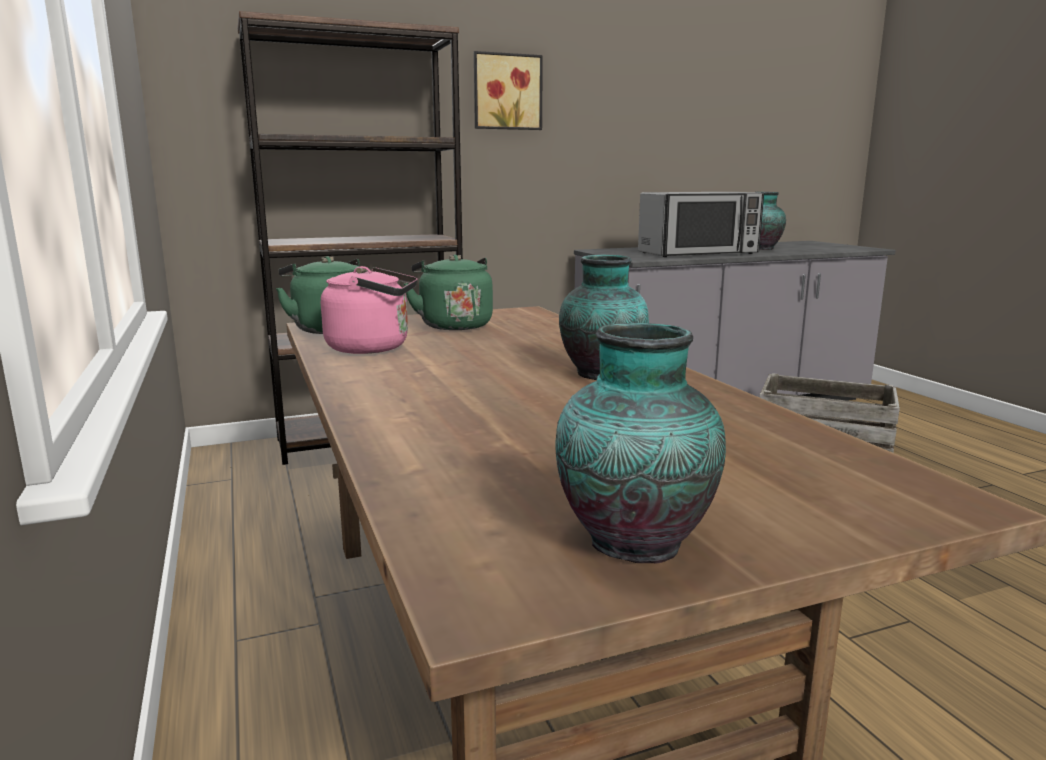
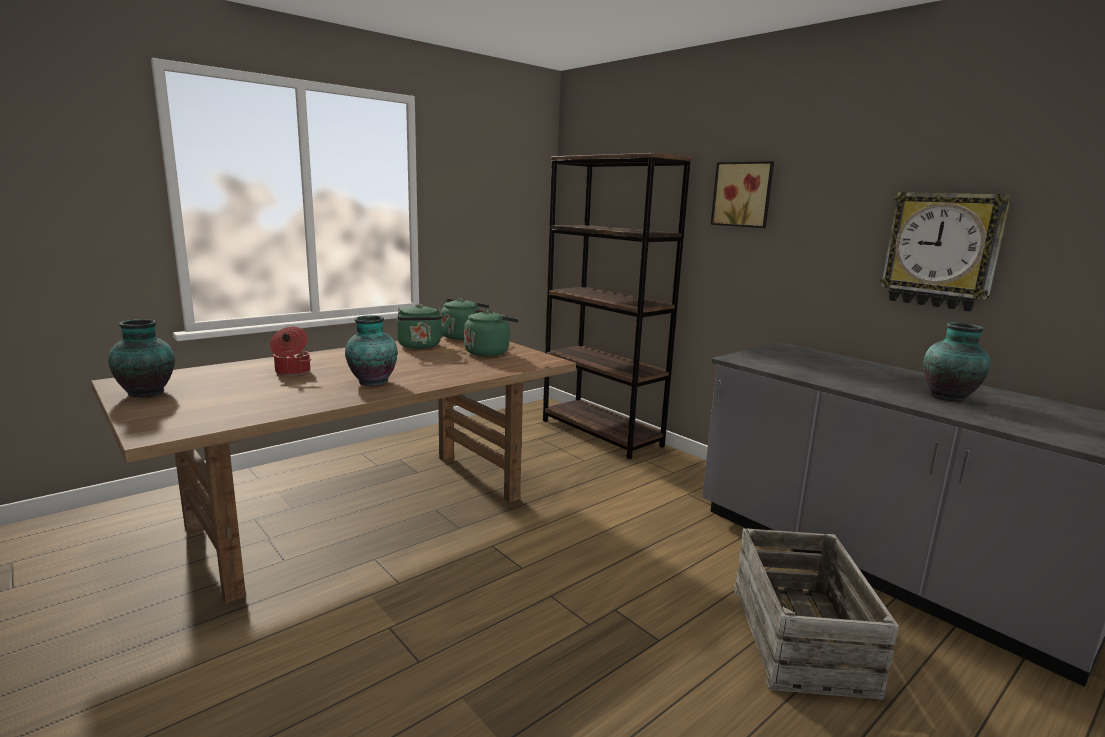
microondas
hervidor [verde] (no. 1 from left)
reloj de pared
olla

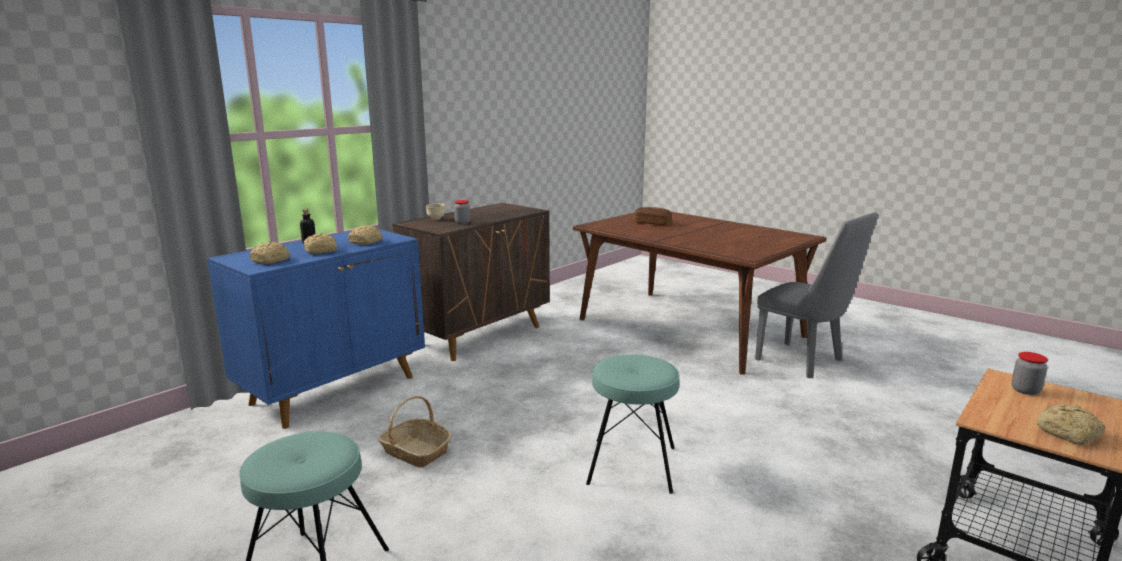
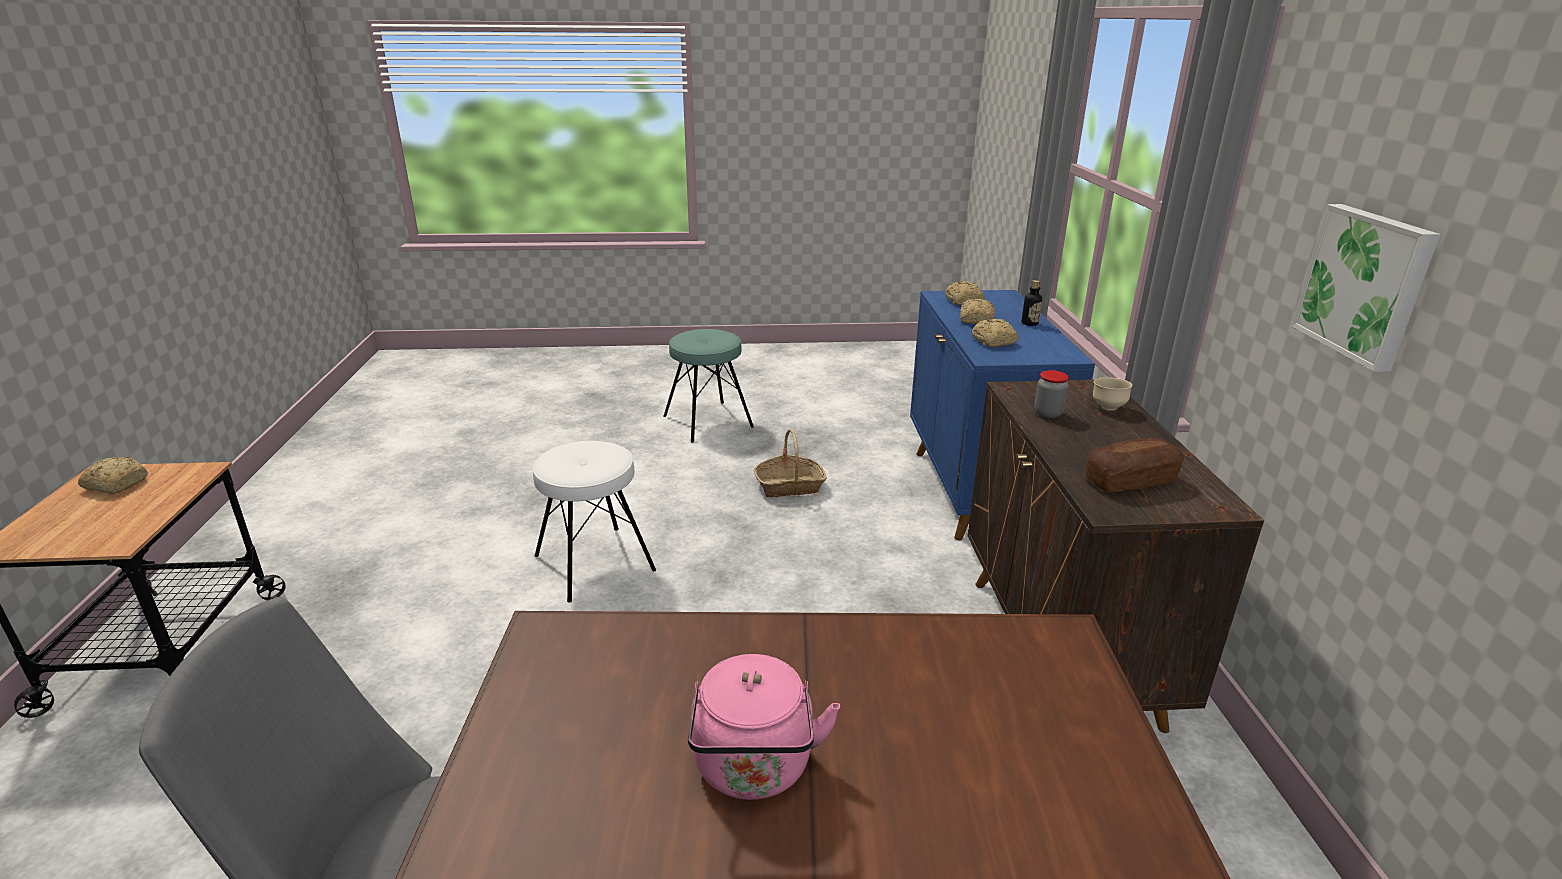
pan (no. 5 from left)
tarro (no. 2 from left in the first image)
taburete [blanco]
cuadro
hervidor [rosa]

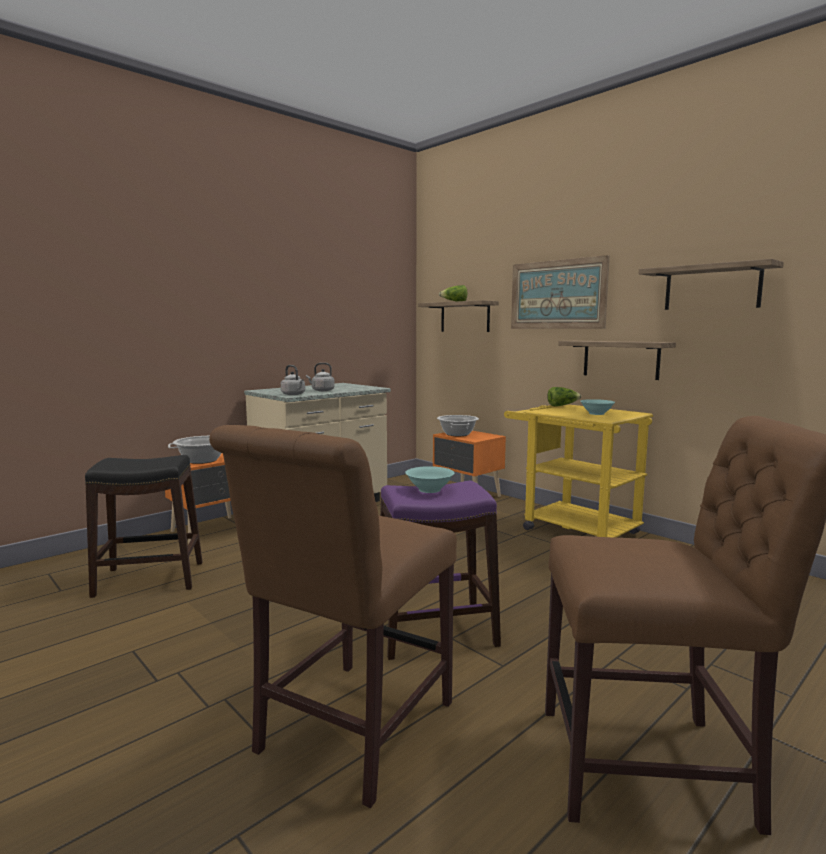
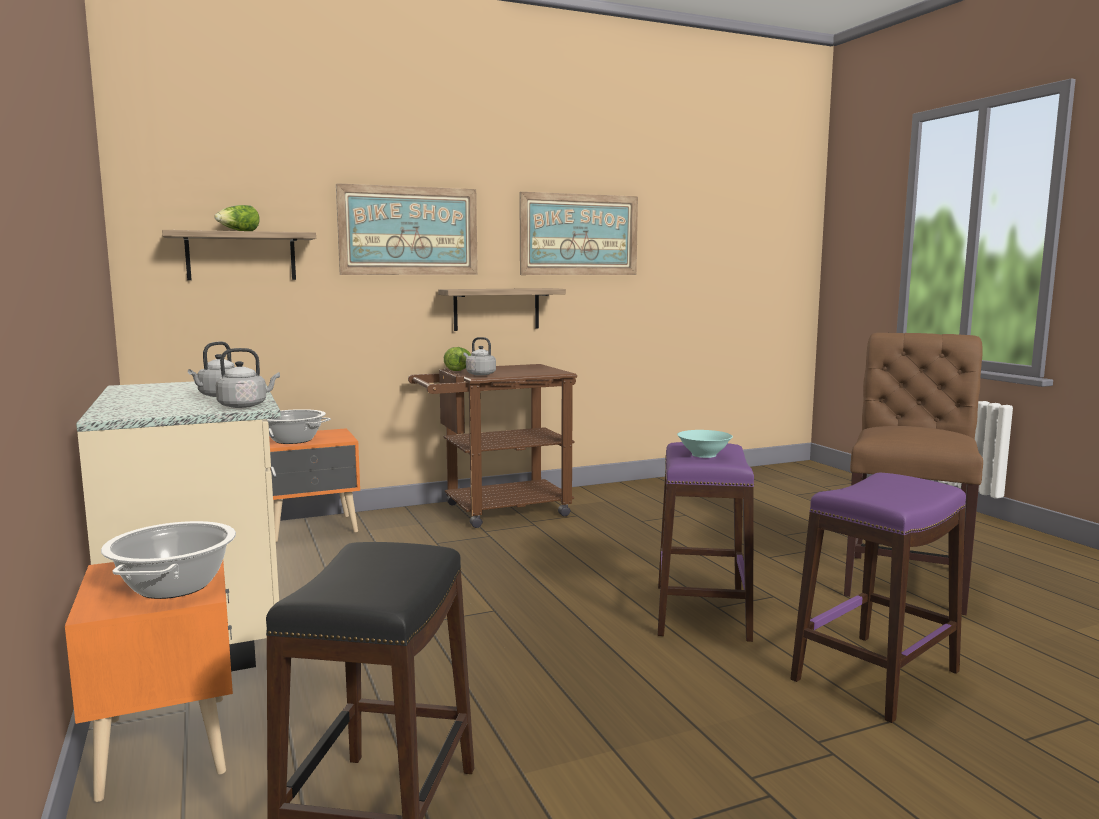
cuadro (no. 2 from left)
cuenco [turquesa] (no. 2 from left in the first image)
carrito [marrón]
taburete [morado] (no. 2 from left)
hervidor [gris] (no. 3 from left)

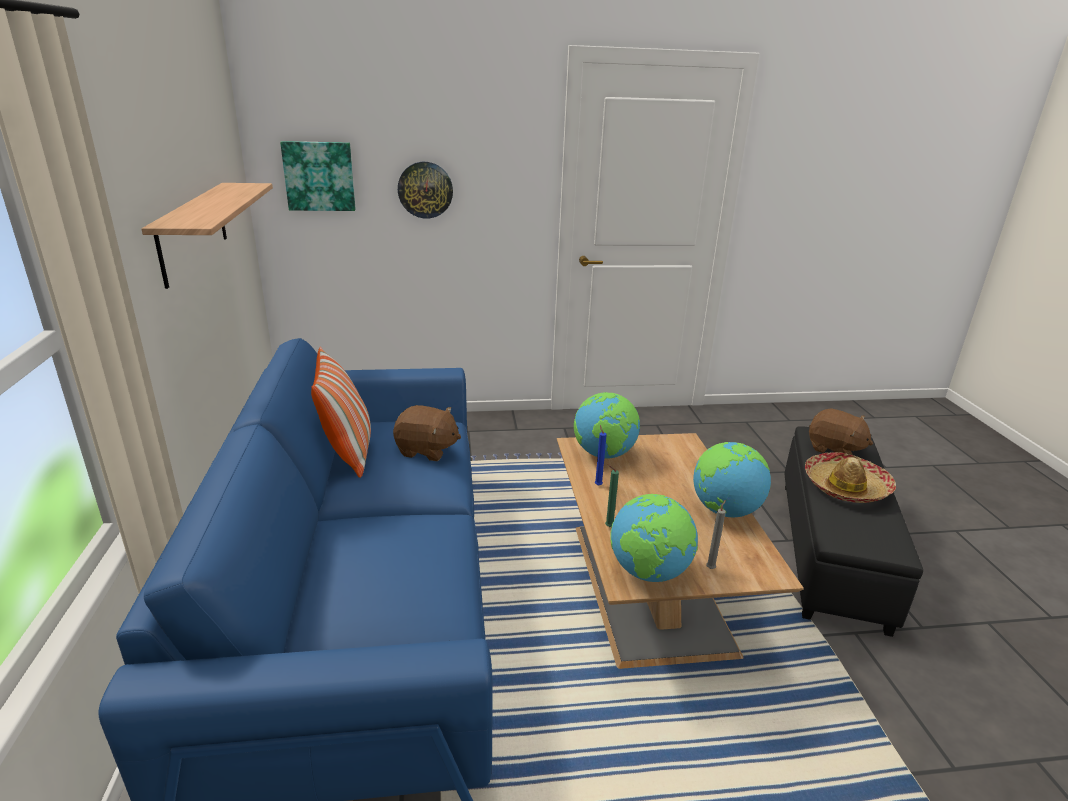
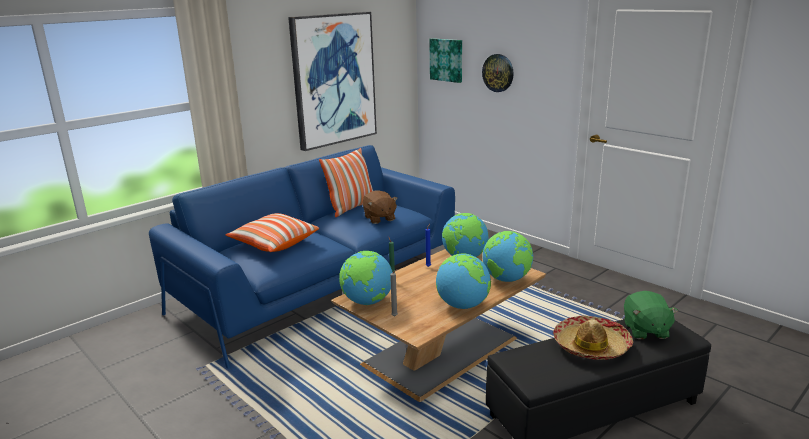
cuadro (no. 1 from left)
peluche [verde]
cojín (no. 1 from left)
globo terráqueo (no. 4 from left)

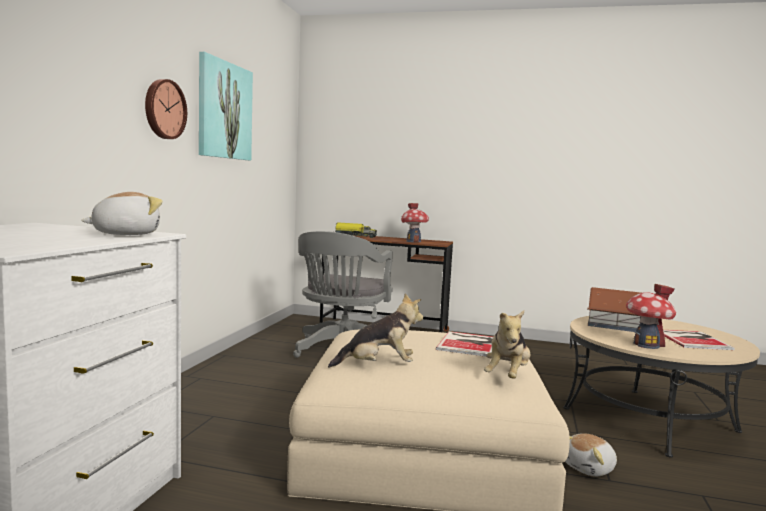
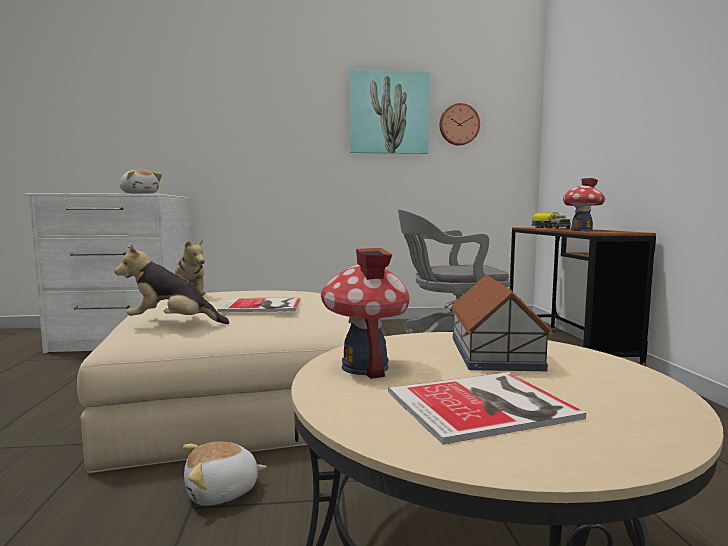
reloj de pared
peluche (no. 4 from left)

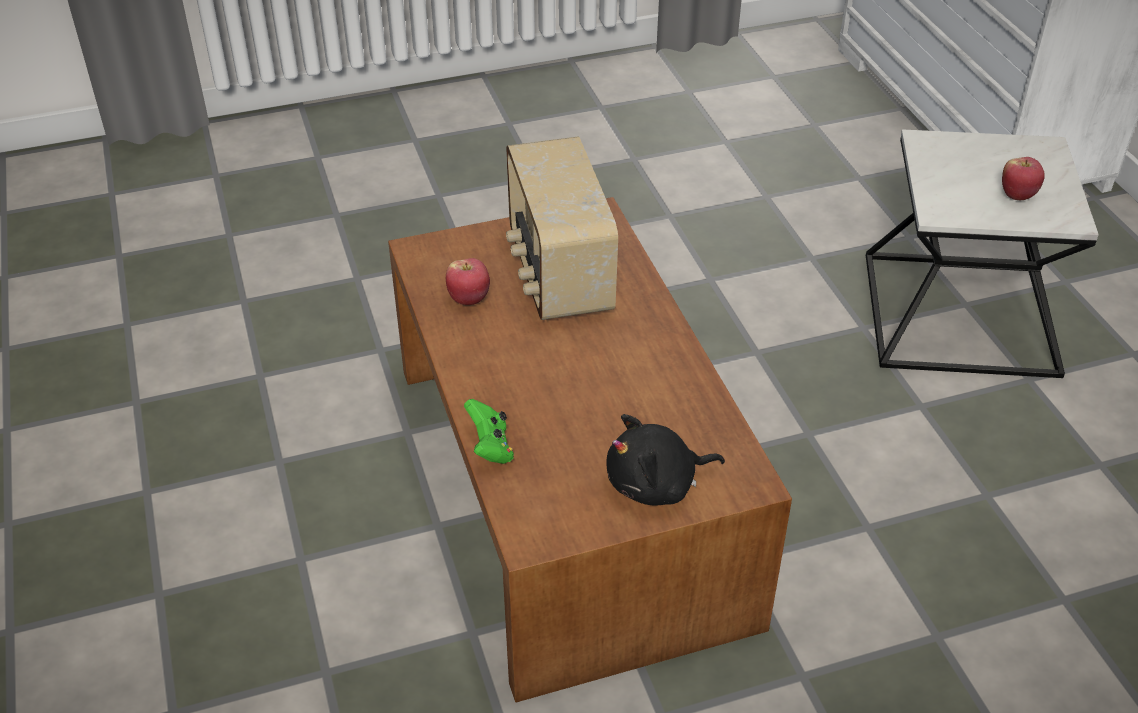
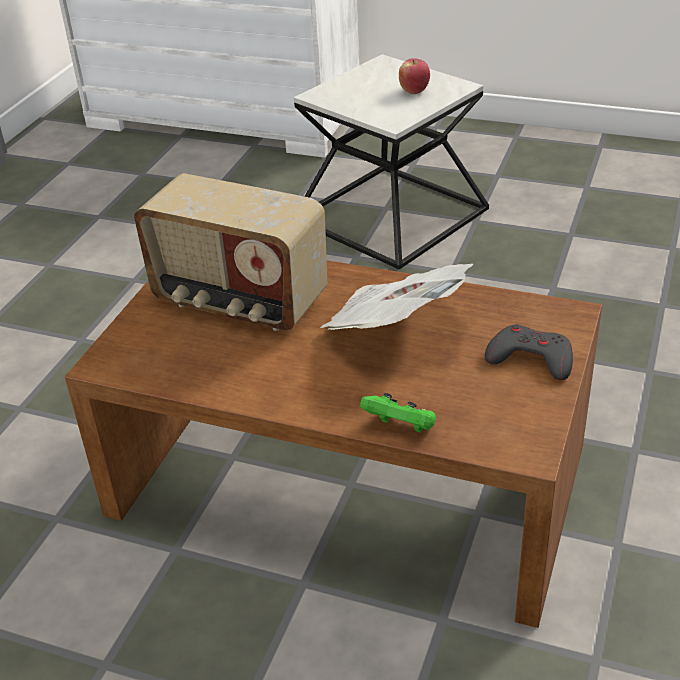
manzana (no. 1 from left in the first image)
mando de consola [gris]
periódico

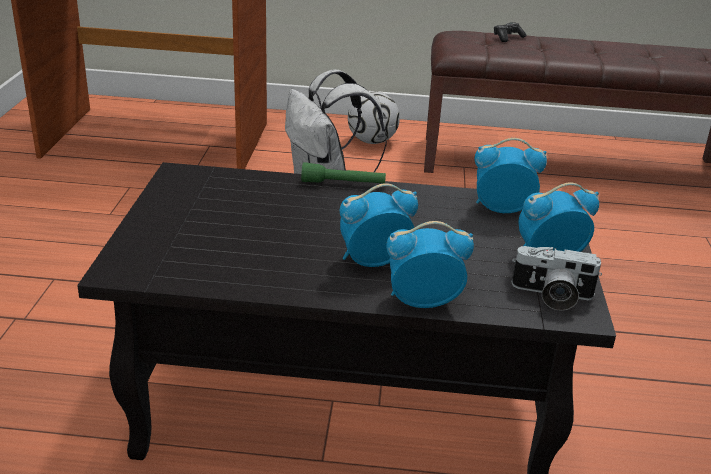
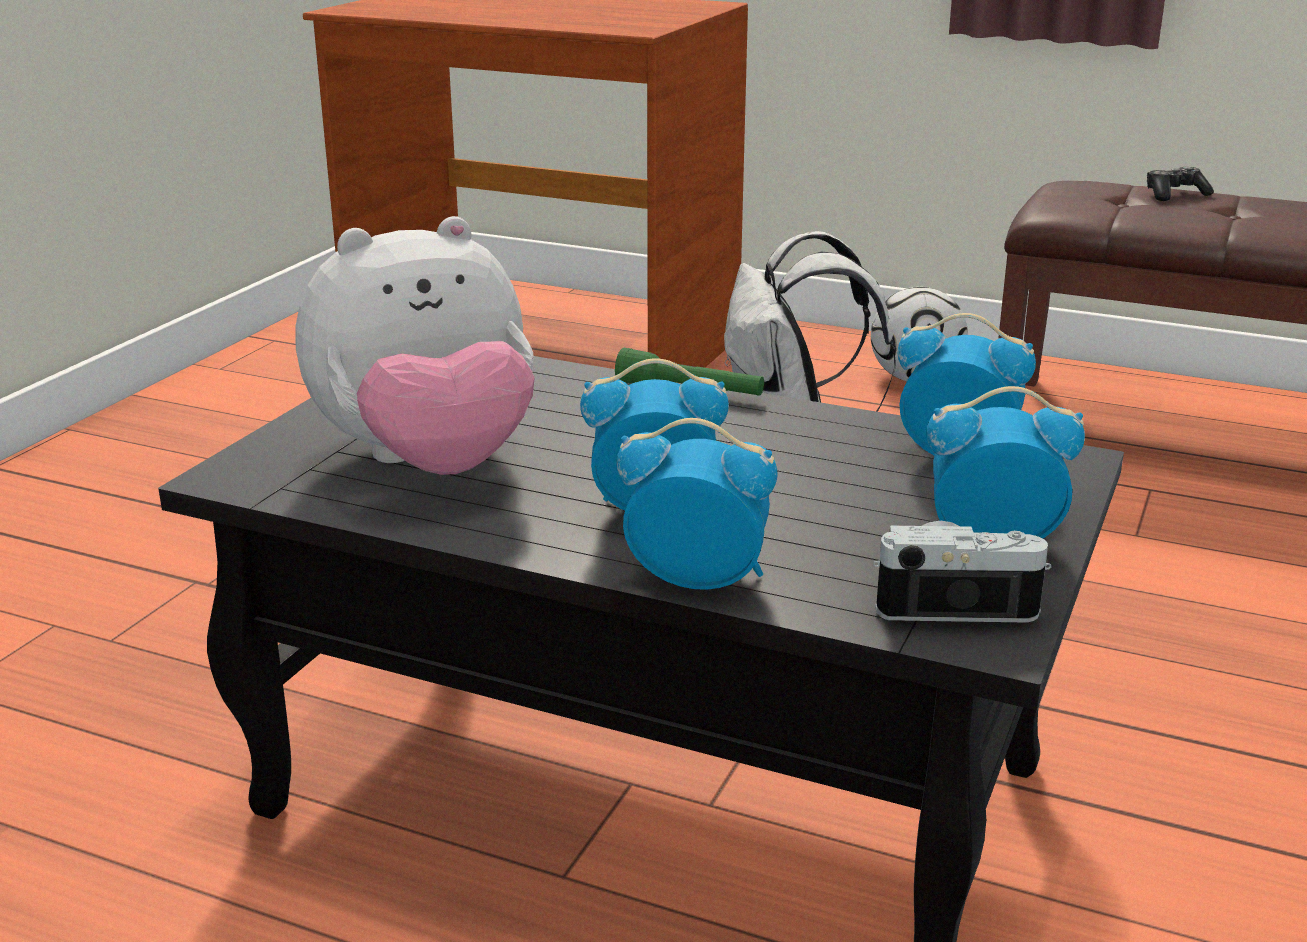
cámara
peluche

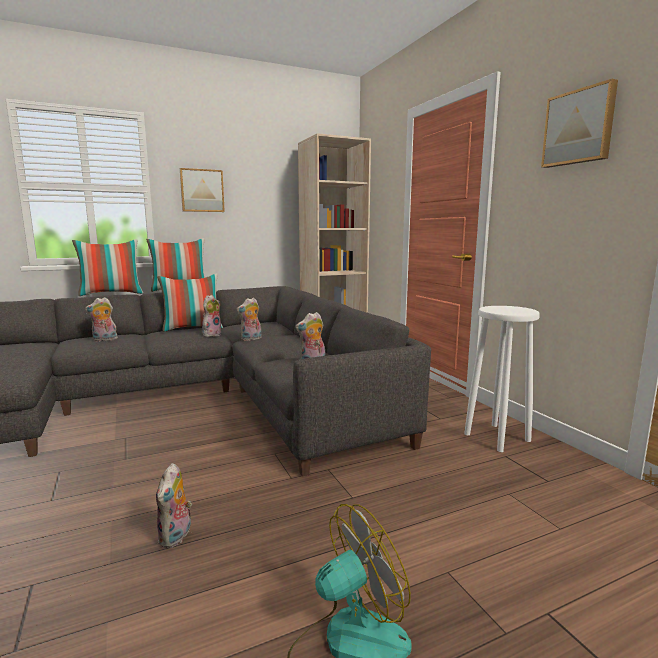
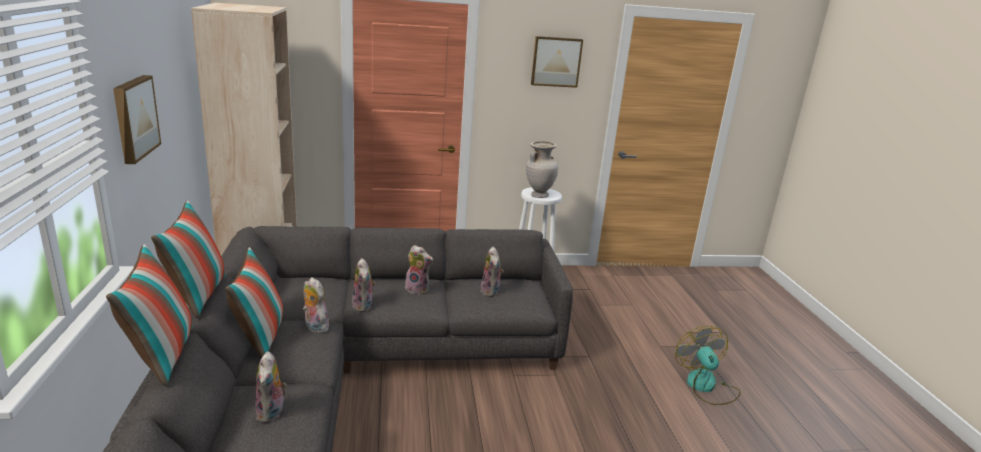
peluche (no. 4 from left)
florero [beis]

